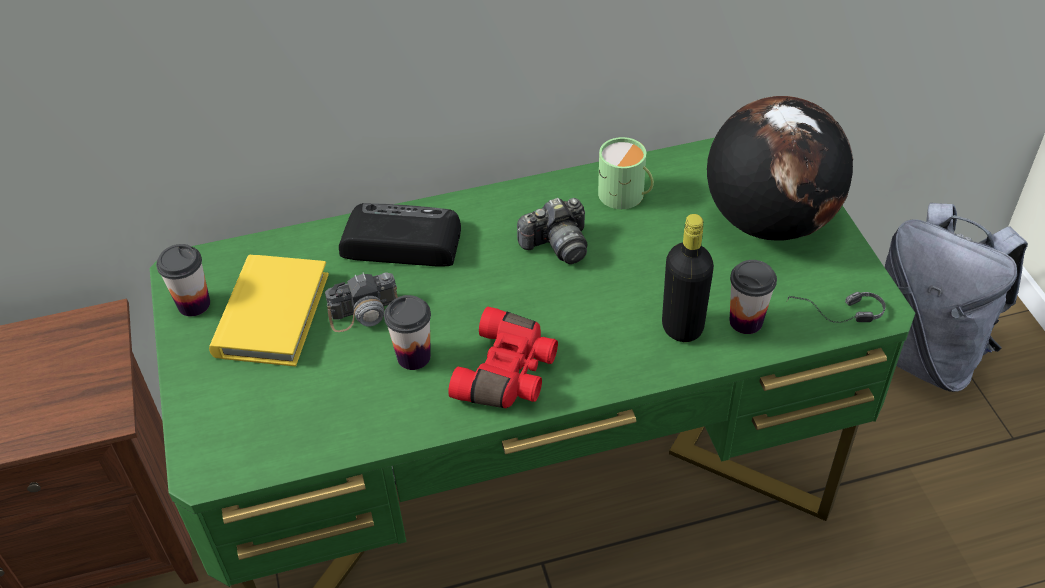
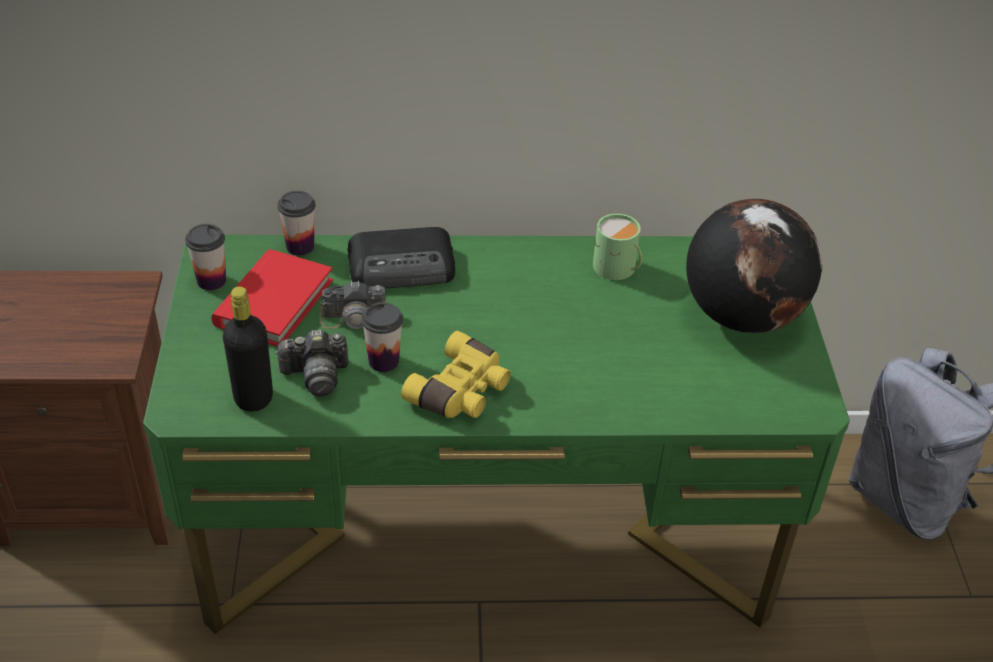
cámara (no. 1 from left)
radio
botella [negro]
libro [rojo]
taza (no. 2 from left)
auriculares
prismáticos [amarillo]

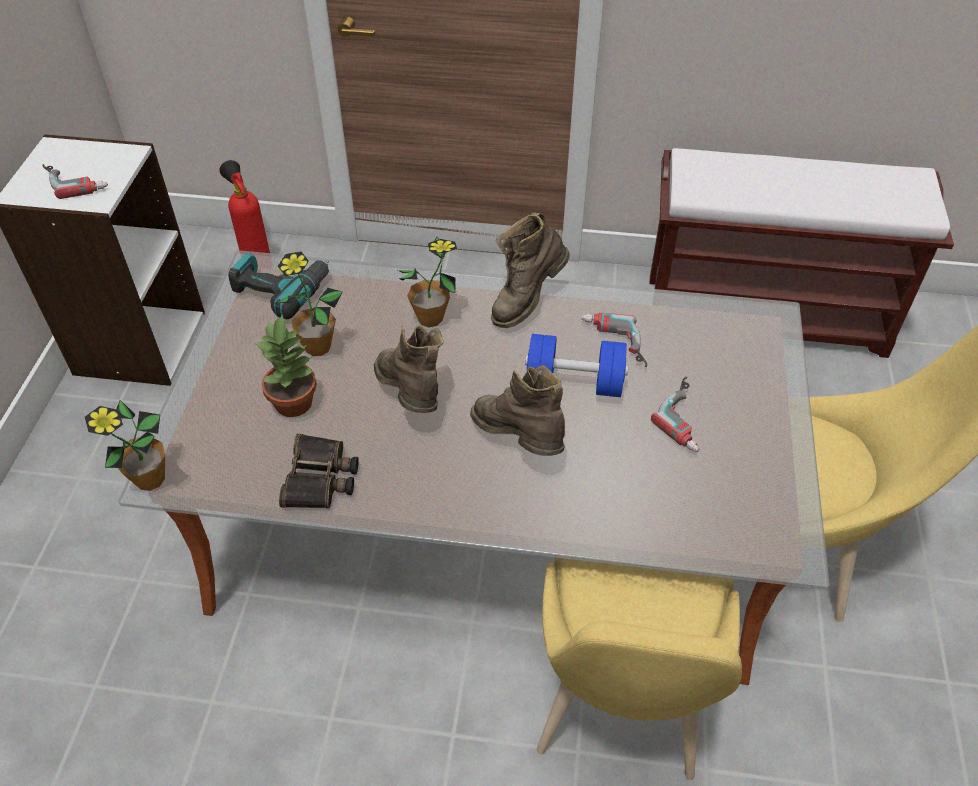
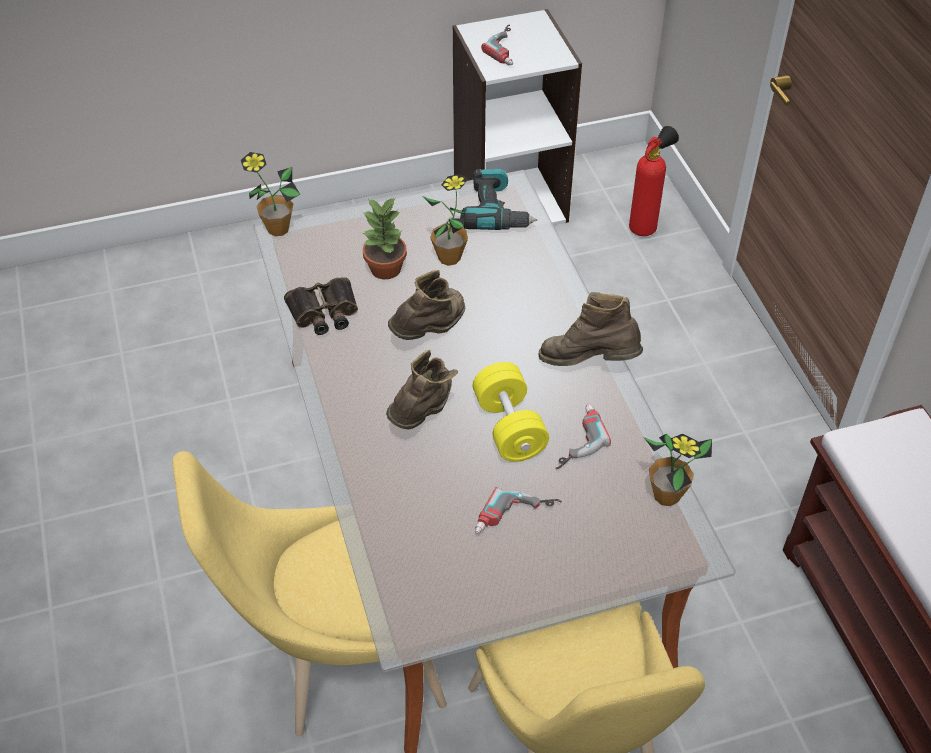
planta en maceta (no. 4 from left)
mancuerna [amarillo]

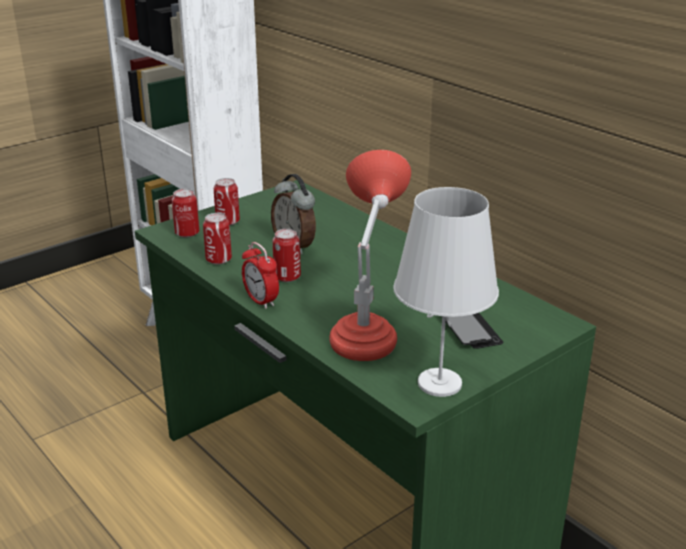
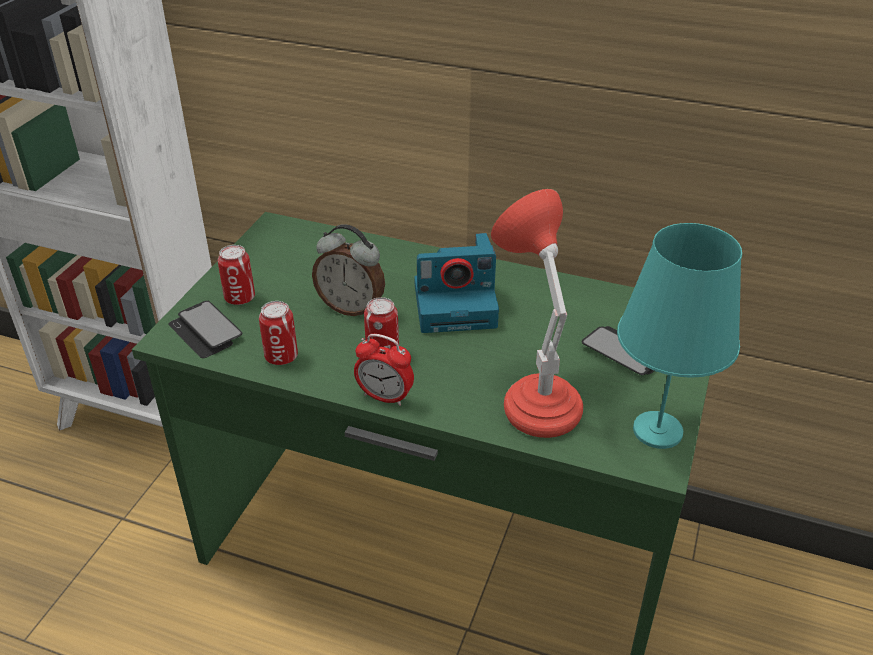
lámpara de mesa [turquesa]
móvil (no. 1 from left)
cámara

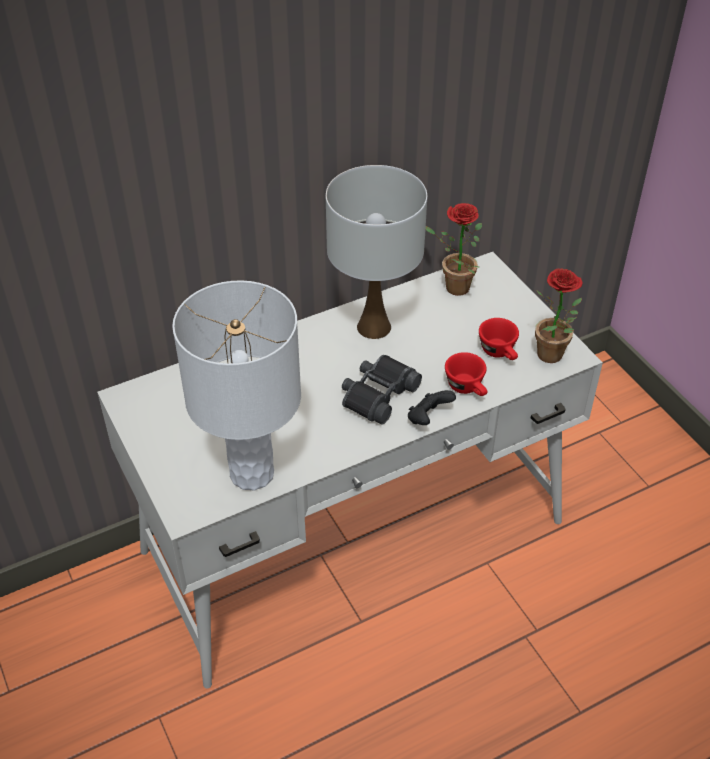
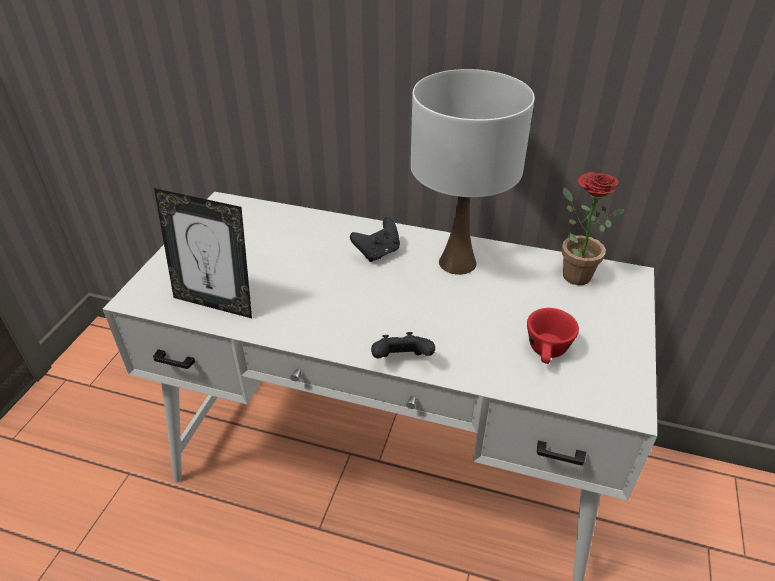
planta en maceta (no. 2 from left in the first image)
portarretratos
taza [rojo] (no. 1 from left in the first image)
prismáticos [negro]
mando de consola [negro] (no. 1 from left)

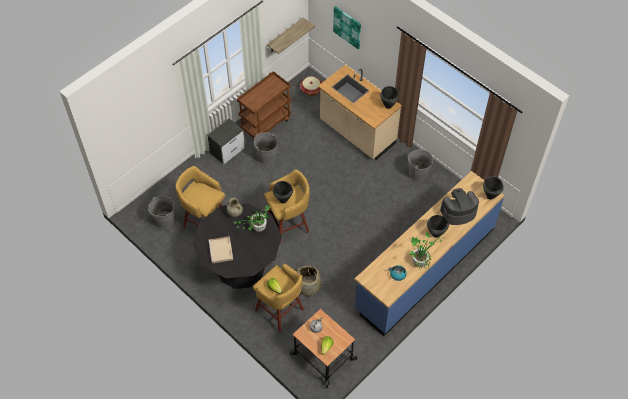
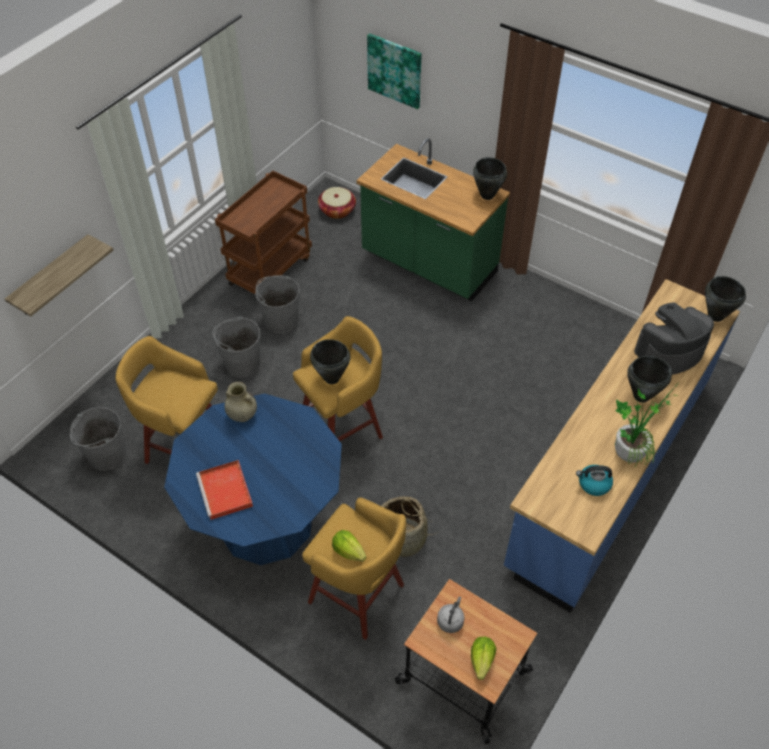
estante
mueble bajo de cocina [verde]
mesita de noche
cubo [gris] (no. 2 from left)
mesa de comedor [azul]
planta en maceta (no. 1 from left in the first image)
bandeja [rojo]

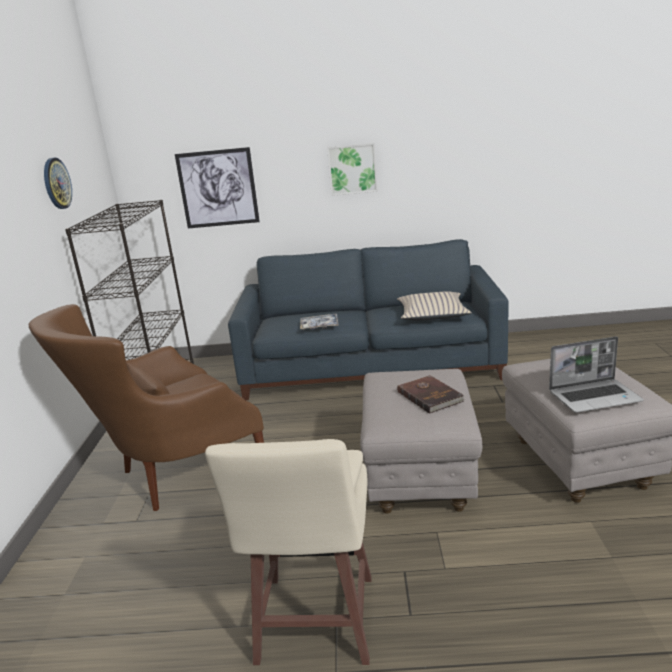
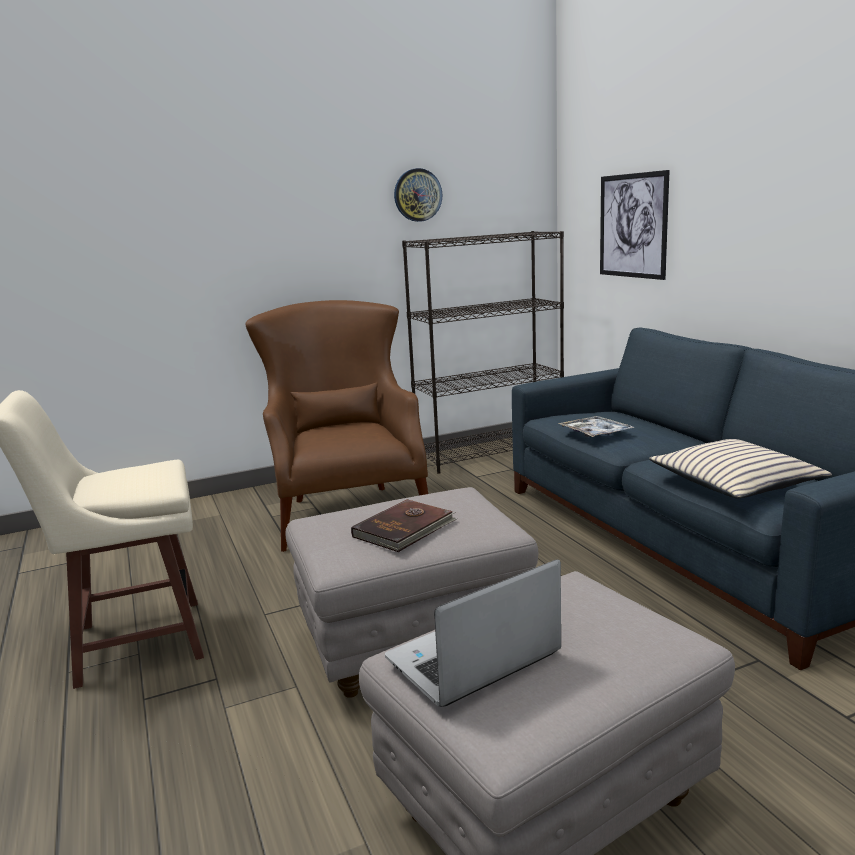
cuadro (no. 2 from left in the first image)
sillón [marrón]
portátil

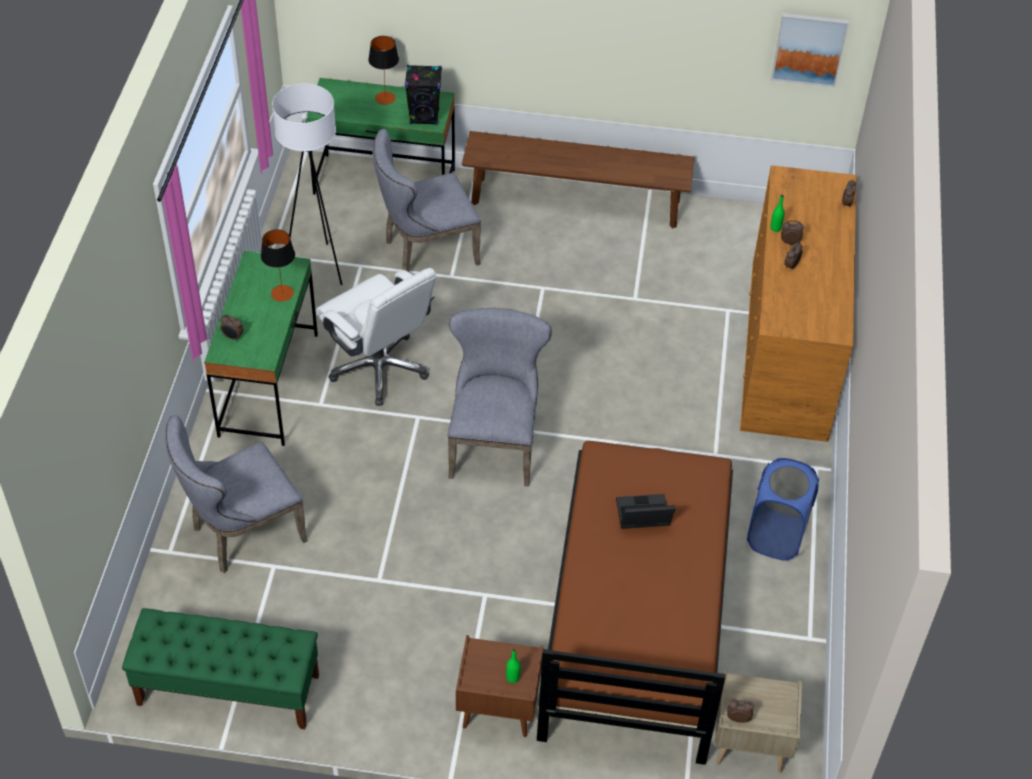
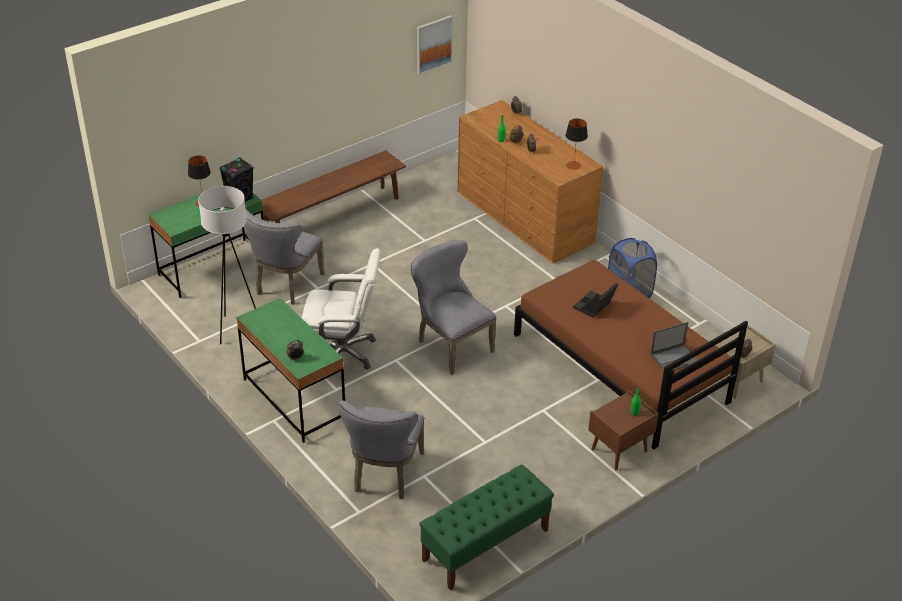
lámpara de mesa (no. 2 from left)
portátil (no. 2 from left)

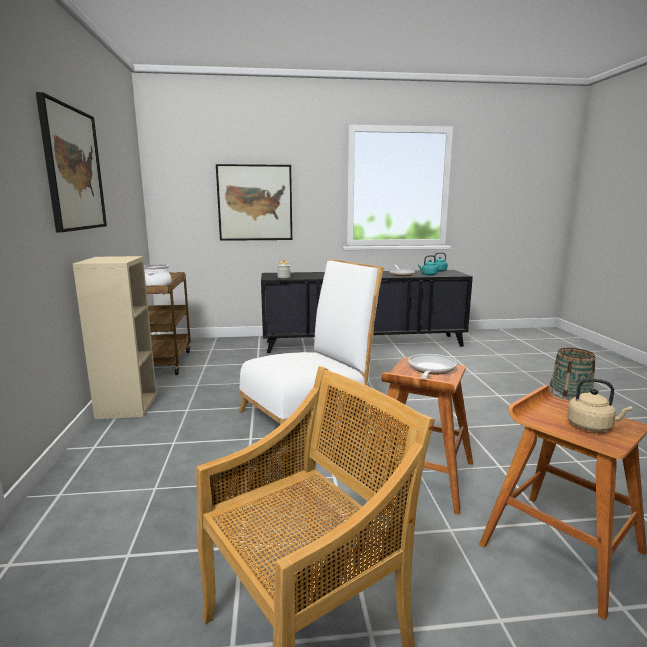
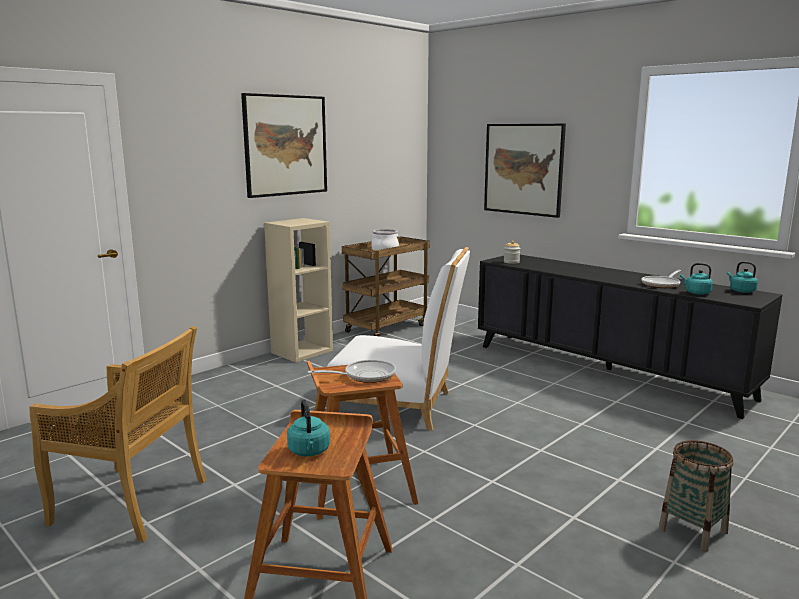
hervidor [turquesa] (no. 1 from left)

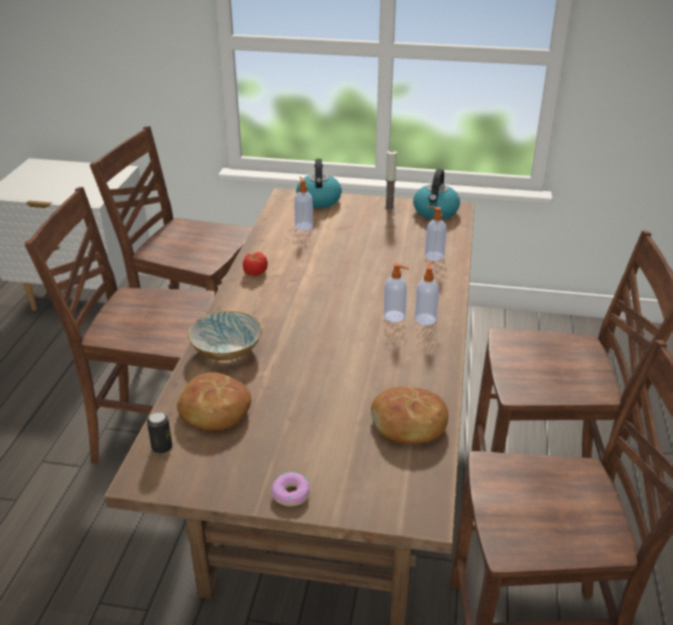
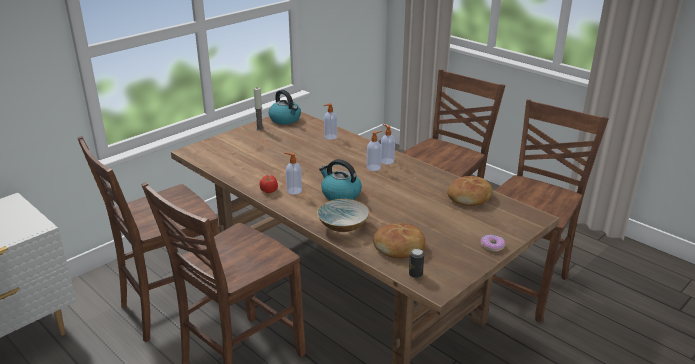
hervidor (no. 2 from left)
dispensador de jabón (no. 1 from left)

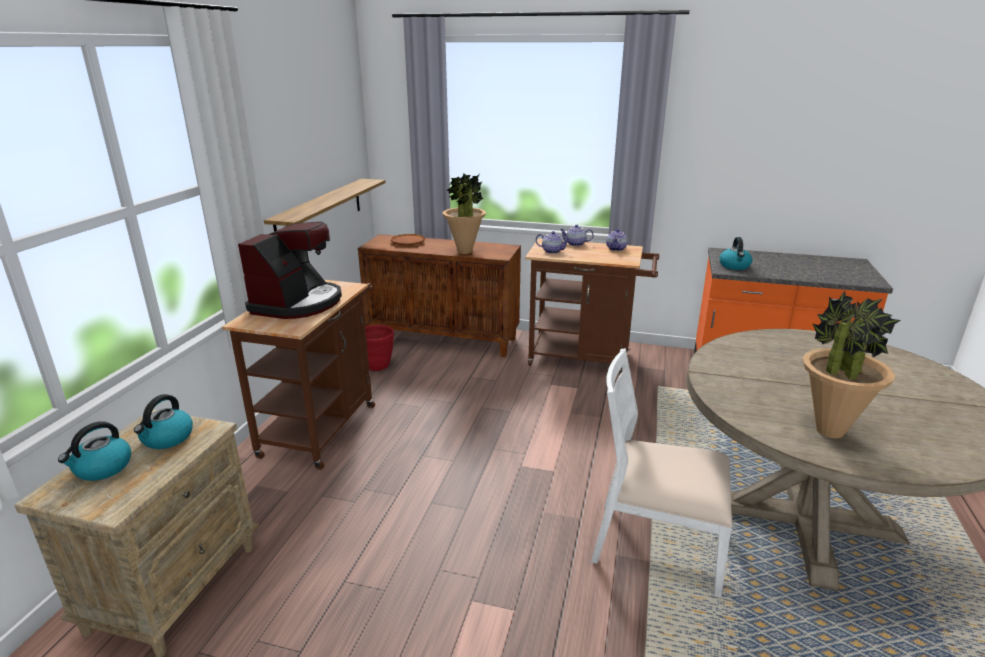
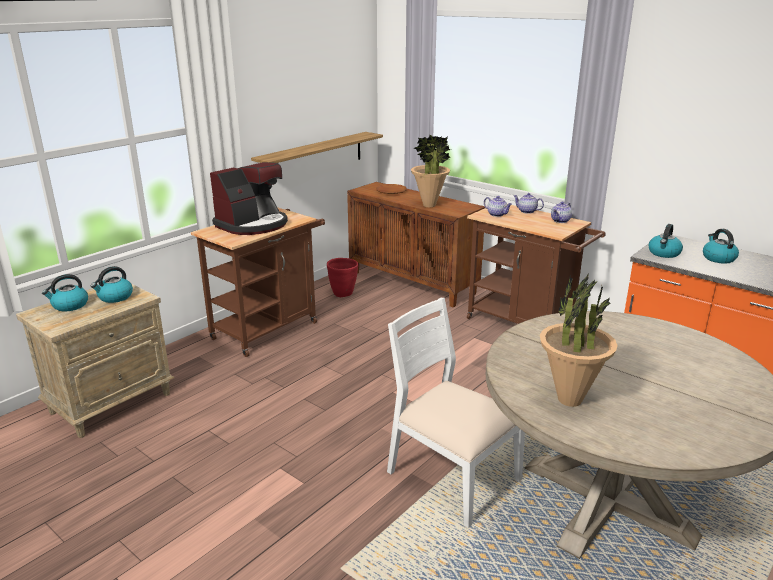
hervidor (no. 4 from left)

